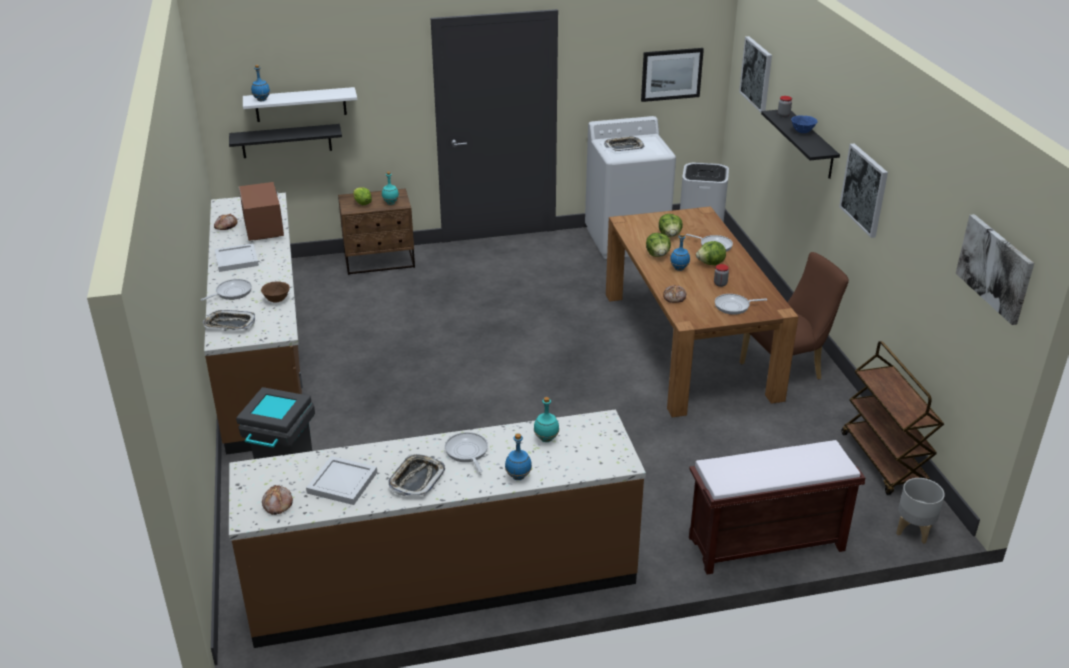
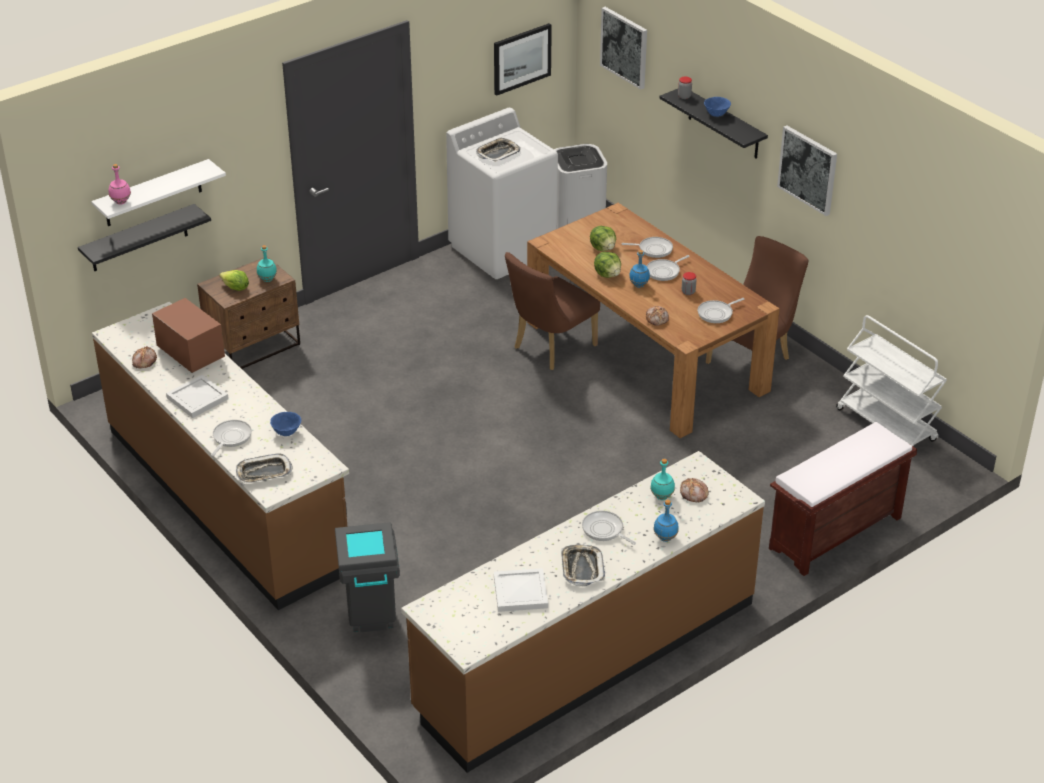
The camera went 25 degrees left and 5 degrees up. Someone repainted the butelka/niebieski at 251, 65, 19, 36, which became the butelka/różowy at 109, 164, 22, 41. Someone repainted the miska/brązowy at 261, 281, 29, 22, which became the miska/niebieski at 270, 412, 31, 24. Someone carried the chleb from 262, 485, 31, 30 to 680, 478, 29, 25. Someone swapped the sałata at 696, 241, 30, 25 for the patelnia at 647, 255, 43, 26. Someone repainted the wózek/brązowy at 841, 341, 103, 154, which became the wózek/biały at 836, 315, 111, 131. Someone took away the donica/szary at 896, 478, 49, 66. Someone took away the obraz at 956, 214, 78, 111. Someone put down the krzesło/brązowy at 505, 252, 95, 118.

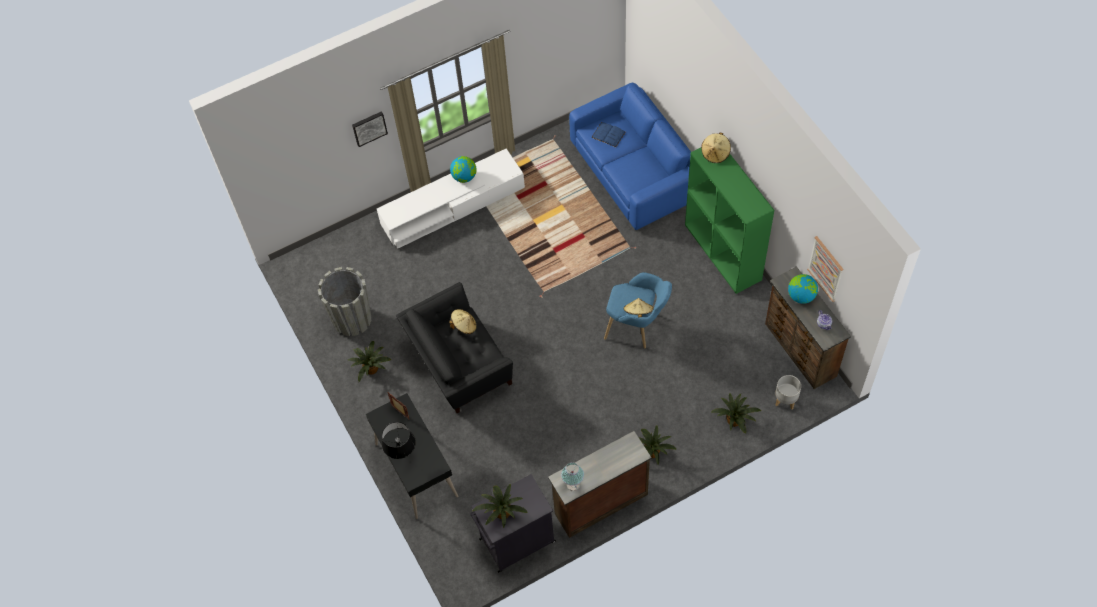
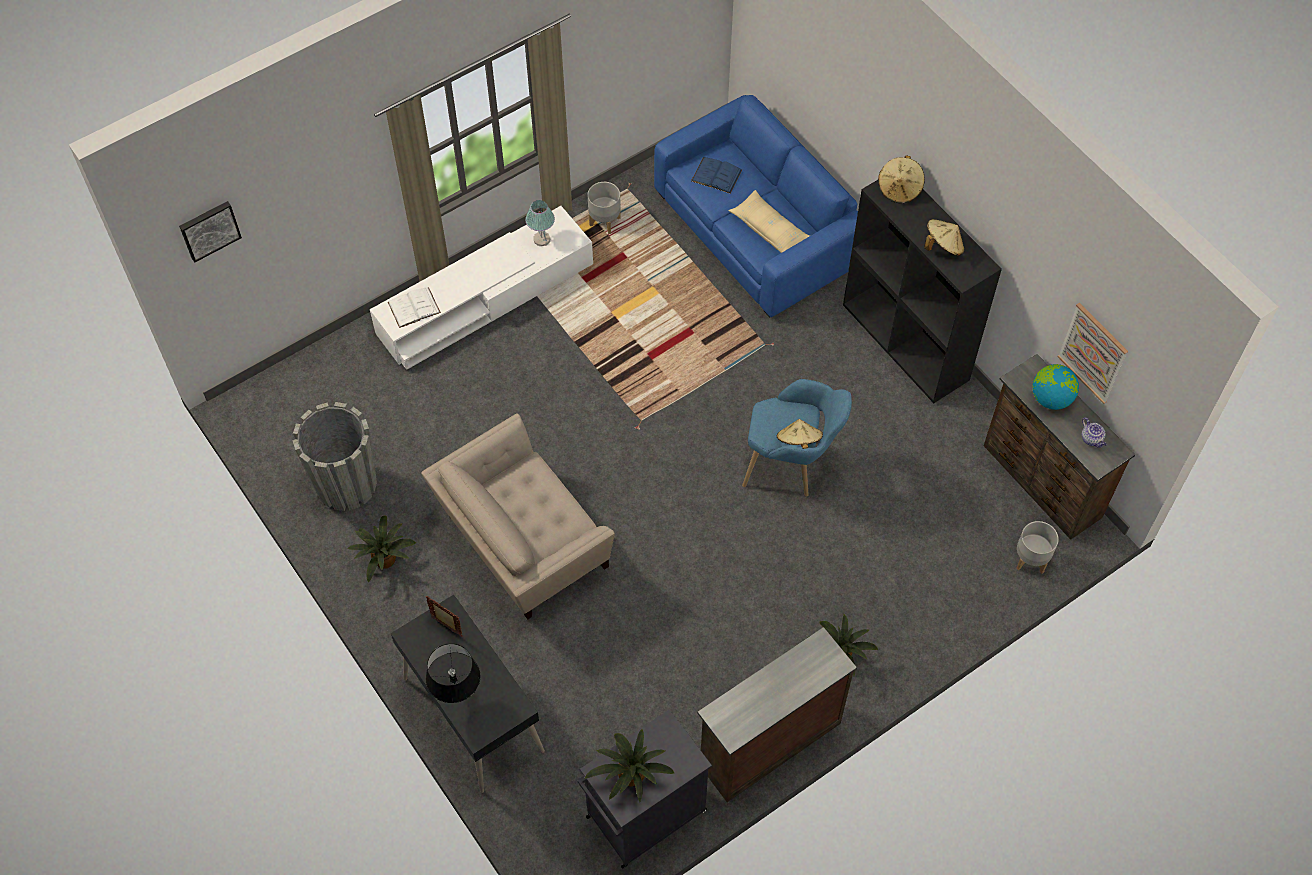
The camera went 10 degrees left and 0 degrees up. Someone carried the obraz from 352, 111, 36, 36 to 179, 201, 63, 62. Someone repainted the fotel/czarny at 396, 282, 117, 131, which became the fotel/beżowy at 421, 414, 194, 205. Someone carried the kapelusz/beżowy from 449, 309, 28, 25 to 924, 219, 40, 37. Someone took away the globus at 450, 156, 27, 27. Someone carried the lampa stołowa from 561, 462, 23, 29 to 525, 200, 30, 46. Someone repainted the regał/zielony at 685, 148, 89, 146, which became the regał/czarny at 843, 180, 159, 223. Someone took away the roślina doniczkowa at 711, 394, 50, 40. Someone put down the książka/biały at 388, 287, 53, 41. Someone put down the donica/szary at 588, 182, 33, 52. Someone put down the poduszka/beżowy at 728, 190, 82, 63.

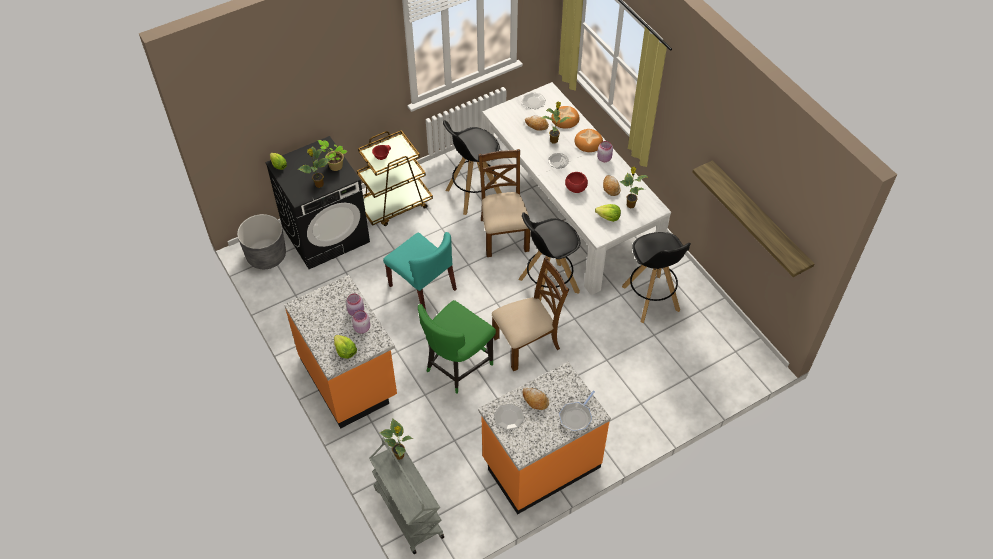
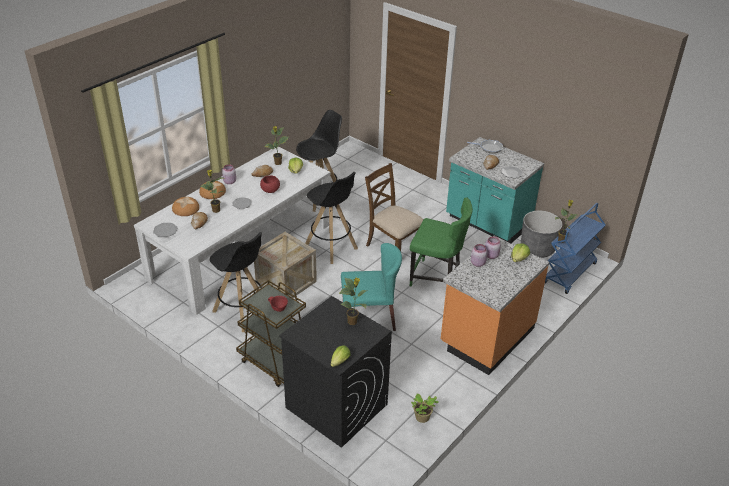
The camera went 110 degrees left and 15 degrees down. Someone carried the donica/szary from 237, 214, 49, 55 to 521, 210, 41, 48. Someone carried the roślina doniczkowa from 318, 140, 29, 31 to 411, 394, 28, 29. Someone repainted the wózek/szary at 369, 437, 75, 117, which became the wózek/niebieski at 545, 203, 60, 91. Someone rotated the krzesło/turkusowy at 383, 232, 74, 78 by 60 degrees clockwise. Someone swapped the krzesło/brązowy at 478, 149, 52, 108 for the skrzynka at 254, 232, 63, 66. Someone repainted the zabudowa kuchenna/pomarańczowy at 478, 362, 133, 153, which became the zabudowa kuchenna/turkusowy at 446, 137, 98, 106. Someone took away the półka at 692, 160, 122, 117.

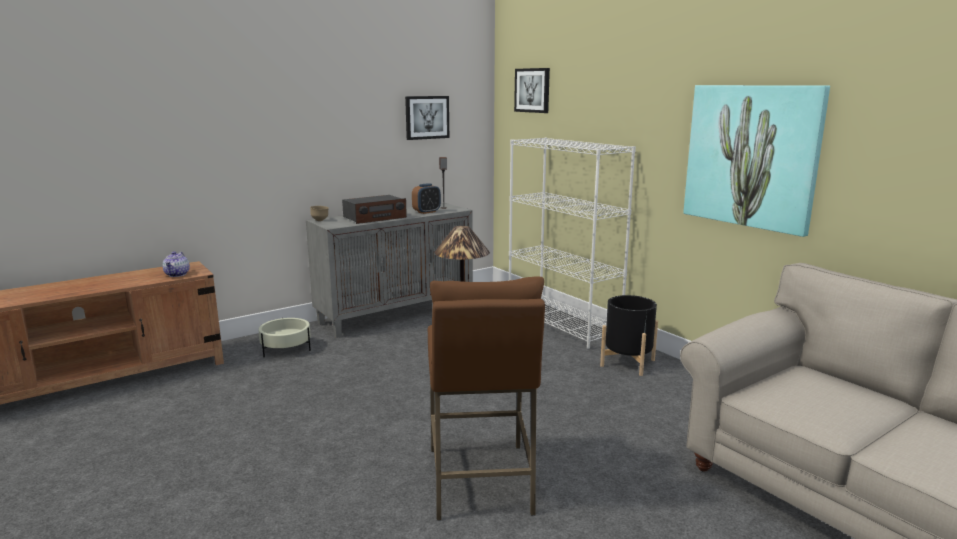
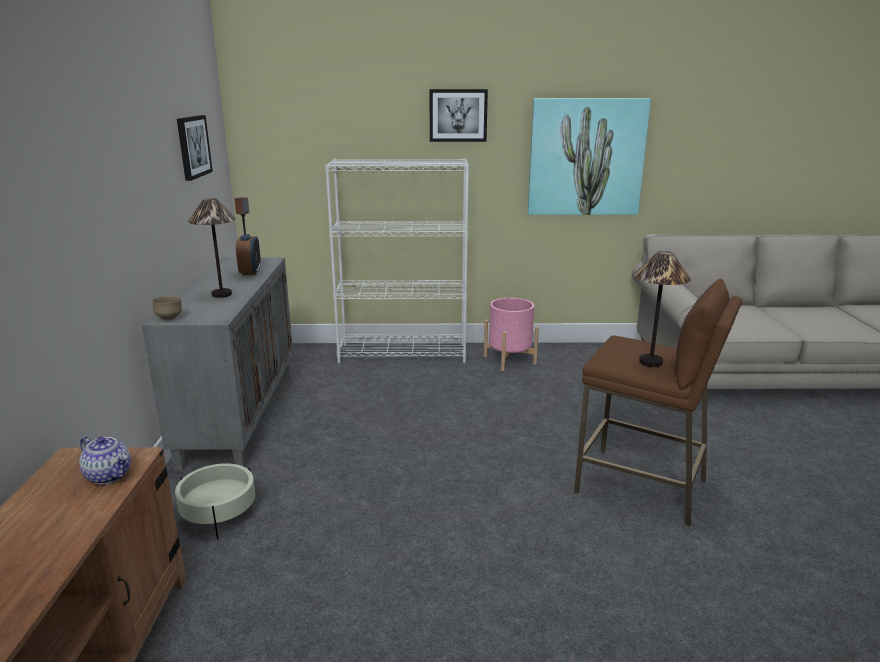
The camera went 55 degrees left and 5 degrees up. Someone swapped the radio at 342, 195, 65, 29 for the lampa stołowa at 188, 198, 48, 100. Someone carried the obraz from 514, 68, 36, 45 to 429, 89, 59, 53. Someone repainted the donica/czarny at 600, 295, 58, 81, which became the donica/różowy at 484, 298, 55, 73.

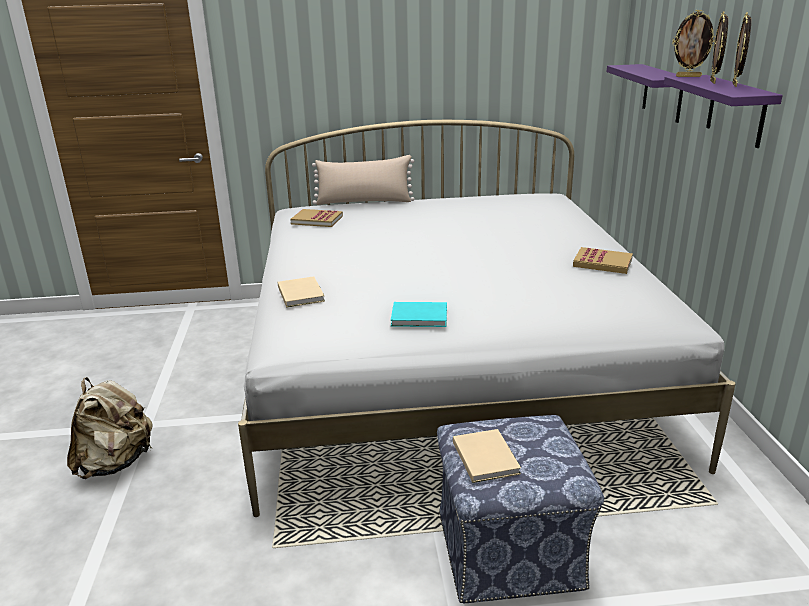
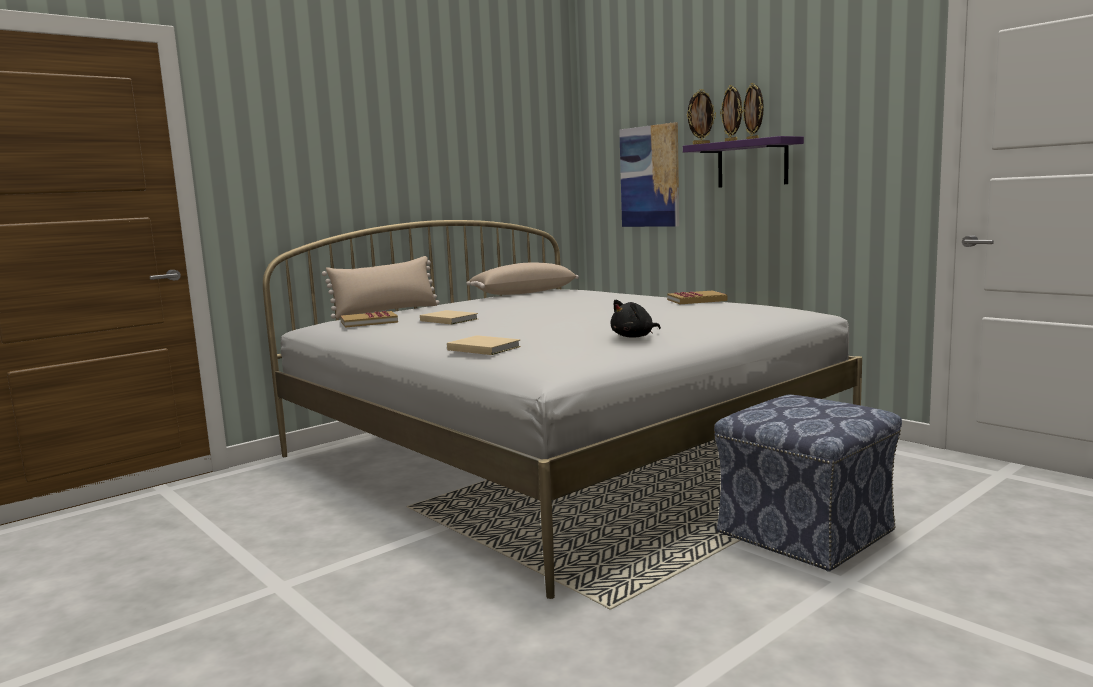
The camera went 35 degrees left and 15 degrees down. Someone took away the plecak/beżowy at 67, 377, 85, 102. Someone swapped the książka/turkusowy at 391, 302, 56, 25 for the pluszak/czarny at 610, 300, 51, 38. Someone carried the książka/beżowy from 453, 429, 68, 54 to 420, 310, 58, 15. Someone swapped the półka/fioletowy at 607, 64, 76, 59 for the obraz at 619, 122, 60, 105. Someone put down the poduszka/beżowy at 466, 263, 113, 32.

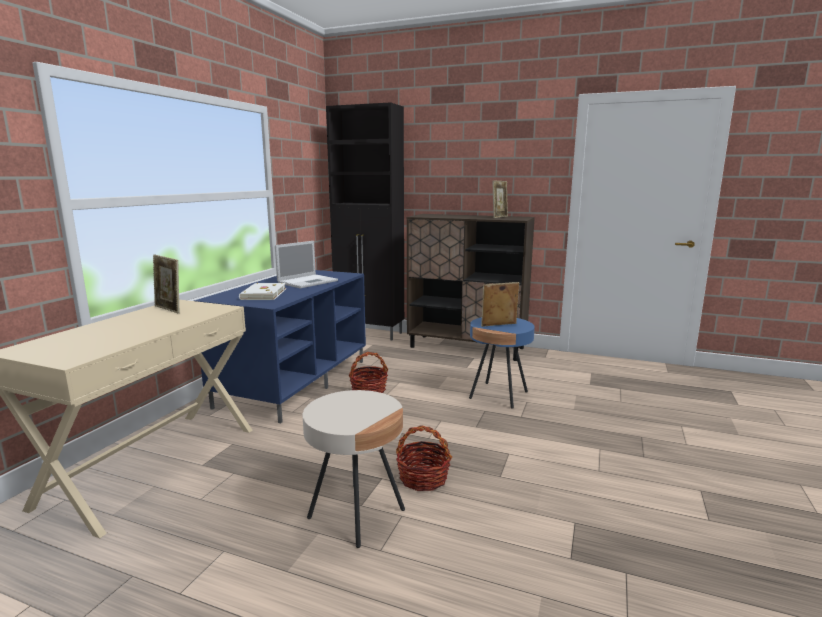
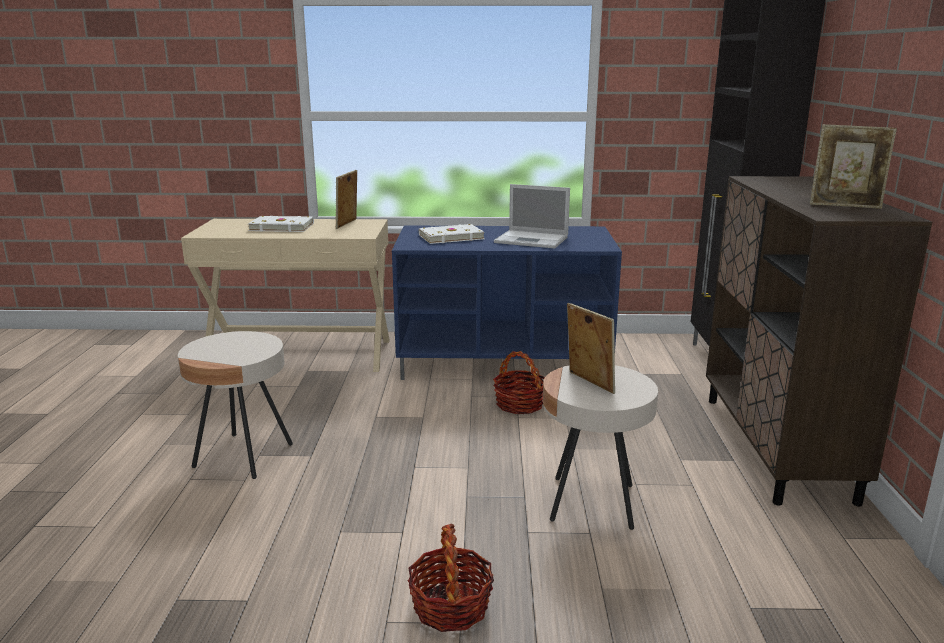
The camera went 70 degrees right and 5 degrees up. Someone carried the koszyk from 396, 425, 56, 66 to 408, 524, 86, 108. Someone repainted the stolik/niebieski at 469, 317, 66, 92, which became the stolik/beżowy at 543, 365, 115, 165. Someone put down the książka/biały at 248, 216, 66, 16.

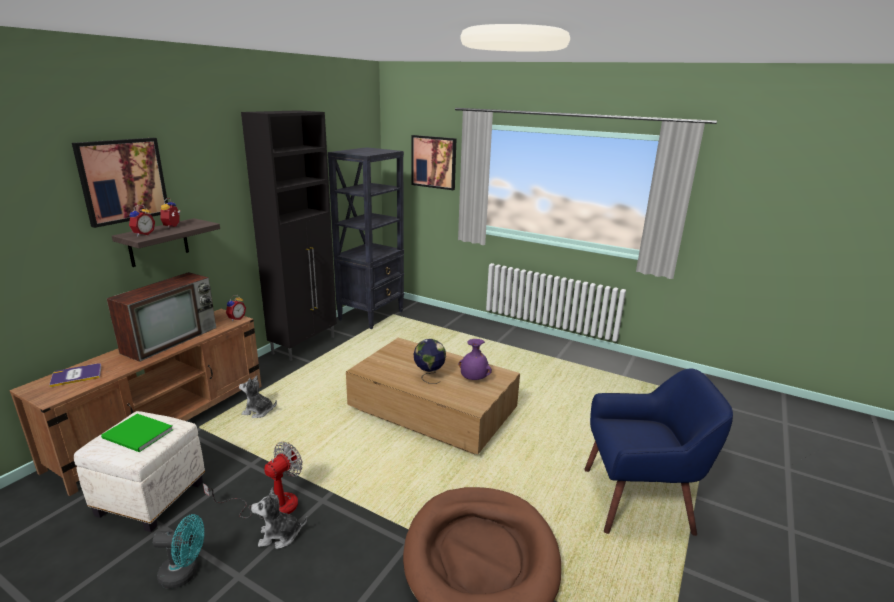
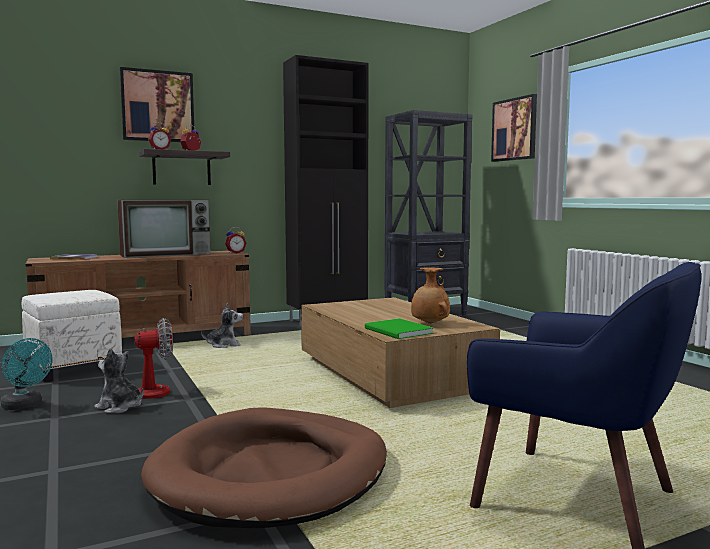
The camera went 35 degrees right and 15 degrees down. Someone carried the książka/zielony from 101, 414, 72, 38 to 365, 318, 69, 21. Someone rotated the pluszak at 239, 376, 38, 42 by 120 degrees clockwise. Someone took away the globus at 414, 339, 32, 45. Someone repainted the wazon/fioletowy at 459, 339, 33, 41, which became the wazon/brązowy at 411, 267, 39, 57.

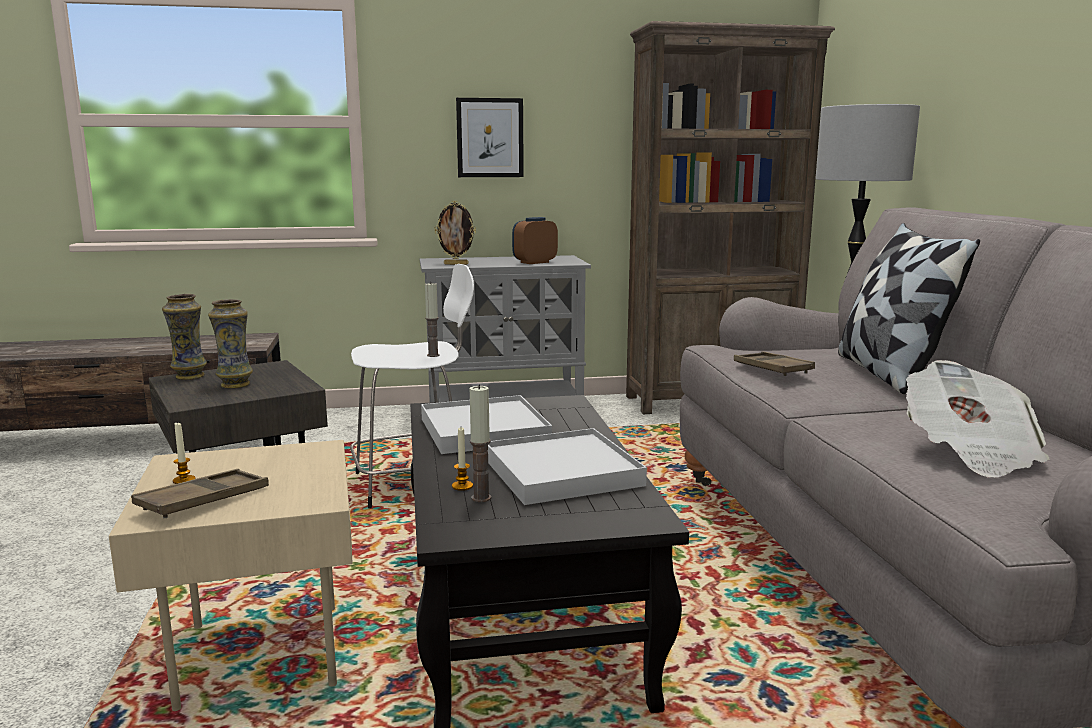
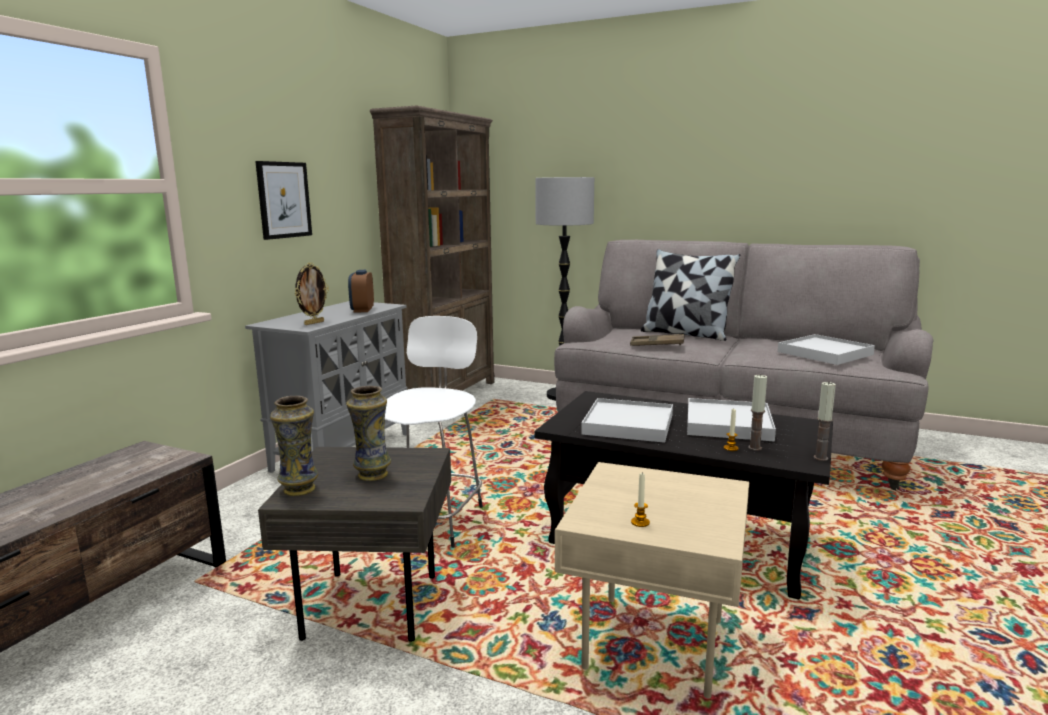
The camera went 55 degrees left and 0 degrees up. Someone took away the taca/brązowy at 131, 469, 138, 49. Someone carried the świeca from 425, 282, 15, 75 to 814, 381, 22, 80. Someone swapped the gazeta at 906, 360, 143, 118 for the taca/biały at 778, 334, 97, 31.

